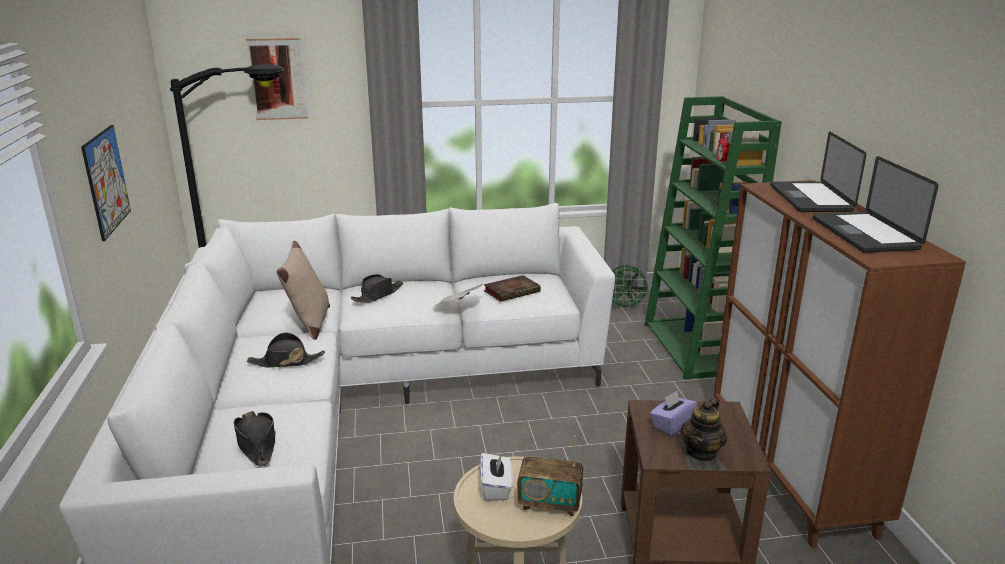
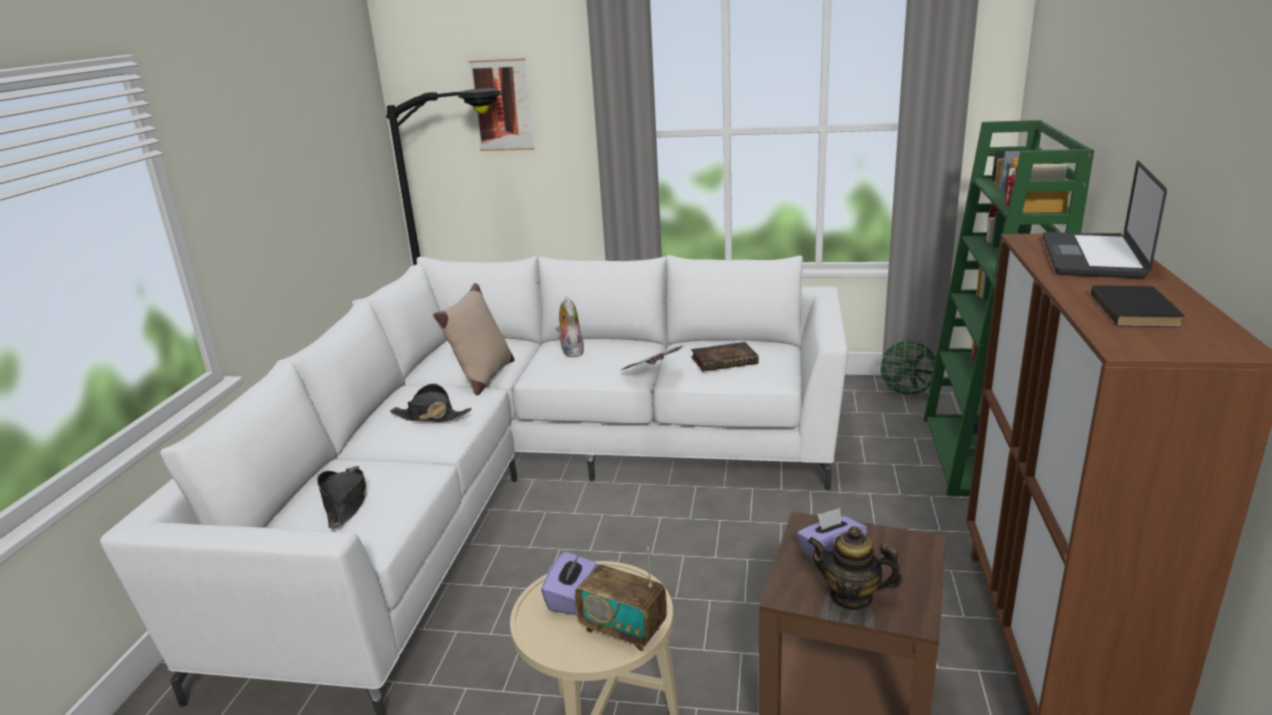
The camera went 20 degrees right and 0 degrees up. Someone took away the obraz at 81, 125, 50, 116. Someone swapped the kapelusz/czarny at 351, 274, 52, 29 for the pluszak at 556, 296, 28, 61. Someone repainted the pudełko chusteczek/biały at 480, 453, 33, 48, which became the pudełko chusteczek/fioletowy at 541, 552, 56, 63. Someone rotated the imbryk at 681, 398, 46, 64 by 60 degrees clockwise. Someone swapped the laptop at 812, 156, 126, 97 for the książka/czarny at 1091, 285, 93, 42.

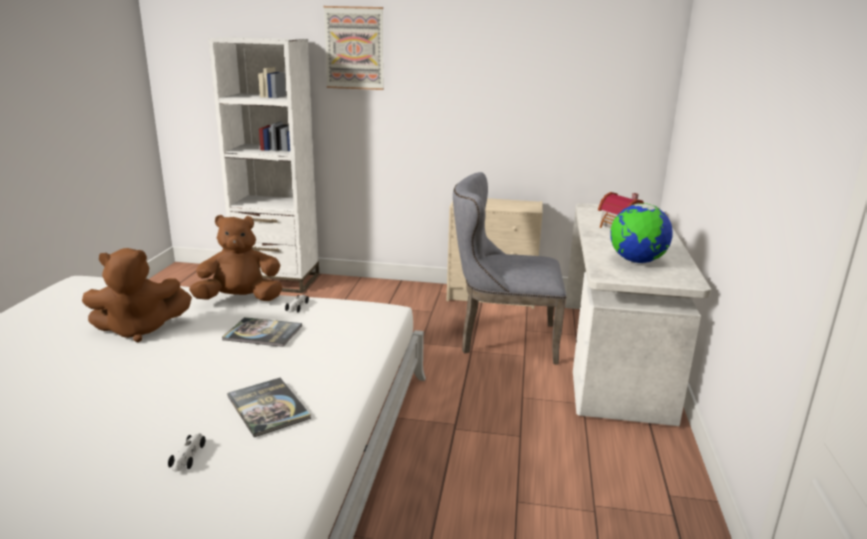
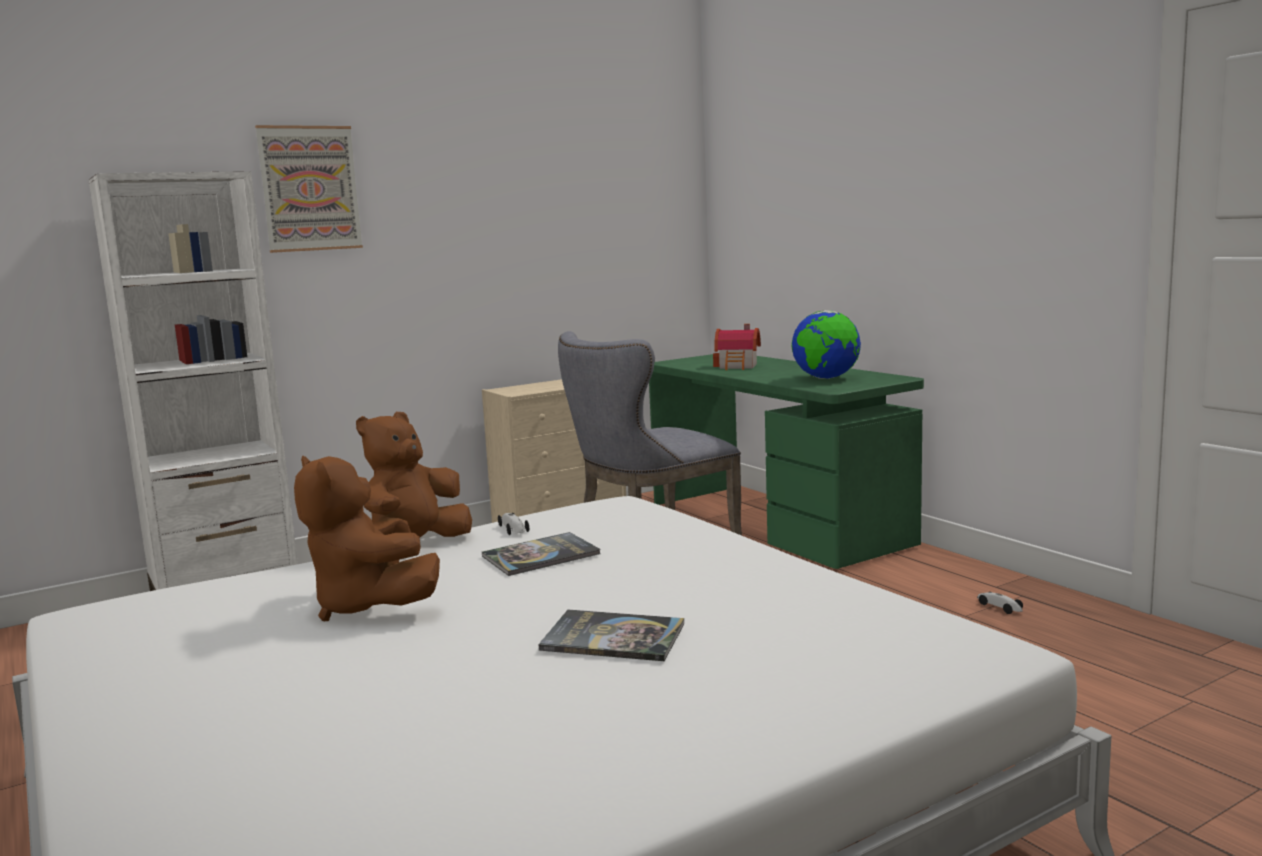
The camera went 40 degrees left and 10 degrees down. Someone rotated the pluszak/brązowy at 82, 248, 110, 94 by 105 degrees clockwise. Someone carried the samochodzik from 168, 433, 37, 38 to 977, 592, 46, 22. Someone carried the książka from 227, 378, 84, 59 to 539, 610, 145, 51. Someone repainted the biurko/biały at 565, 203, 146, 223, which became the biurko/zielony at 649, 354, 275, 215.

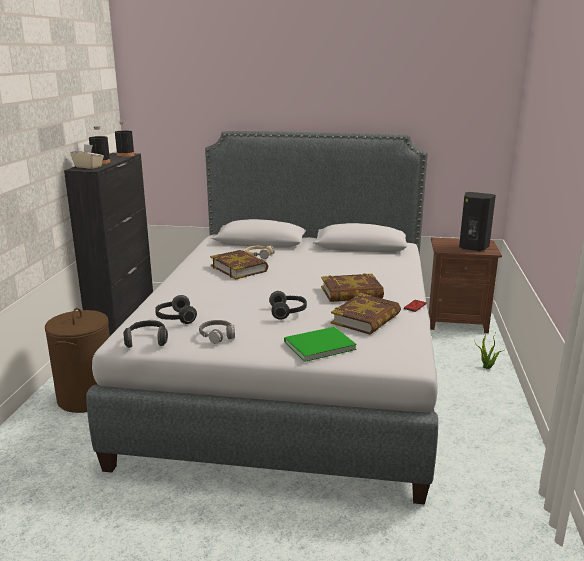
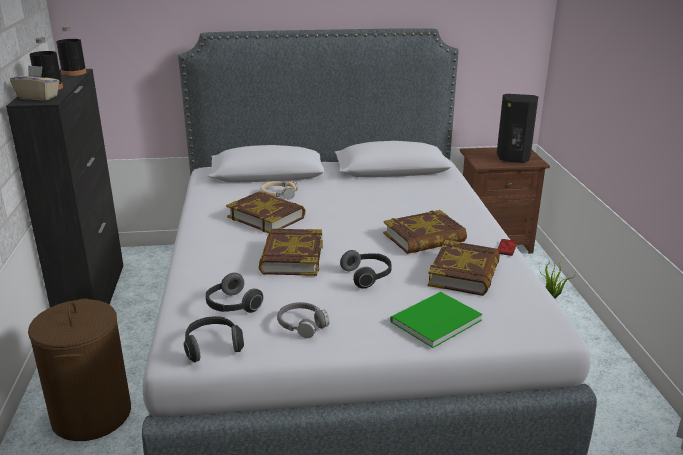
The camera went 15 degrees left and 5 degrees up. Someone put down the książka at 259, 229, 64, 47.

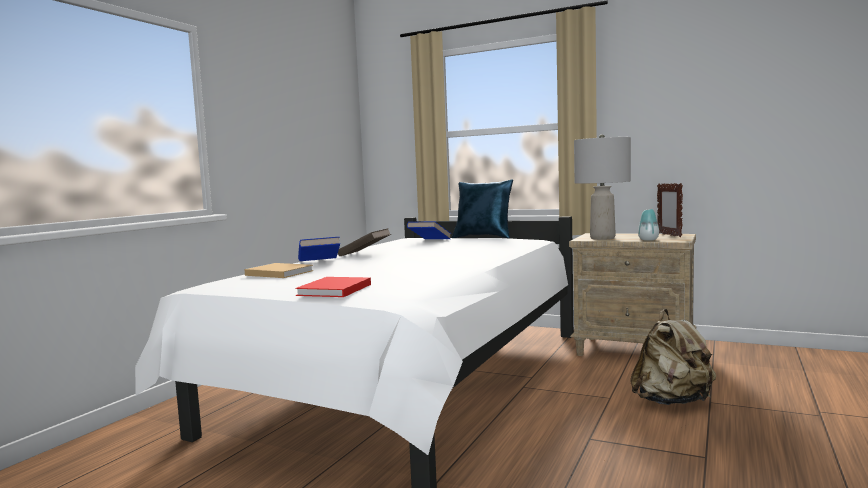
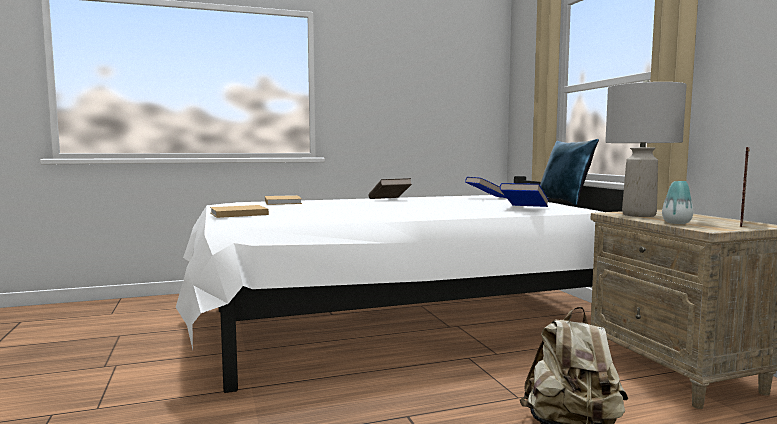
The camera went 45 degrees right and 0 degrees up. Someone repainted the książka/czerwony at 295, 277, 76, 20, which became the książka/beżowy at 210, 205, 59, 13. Someone carried the książka/niebieski from 298, 237, 42, 24 to 500, 183, 49, 24.

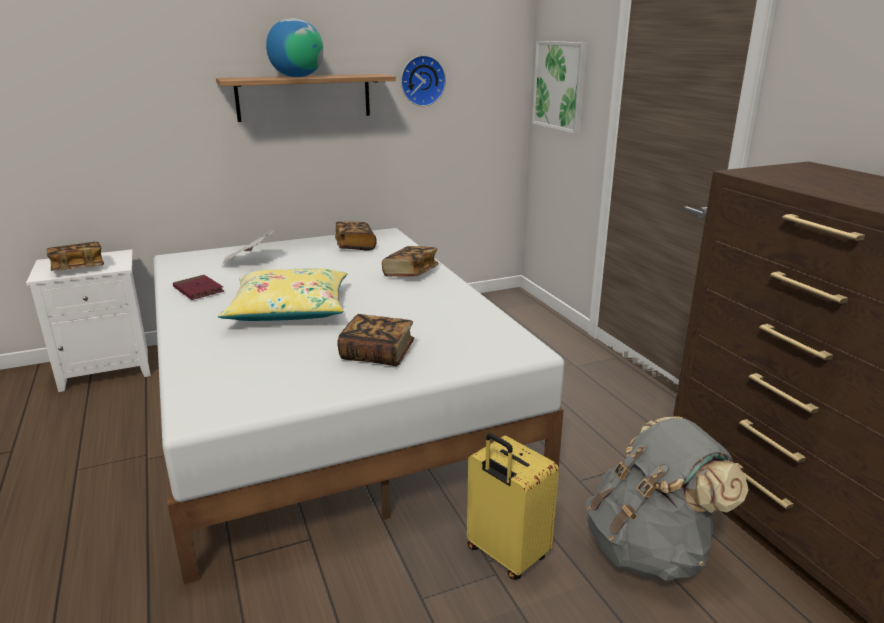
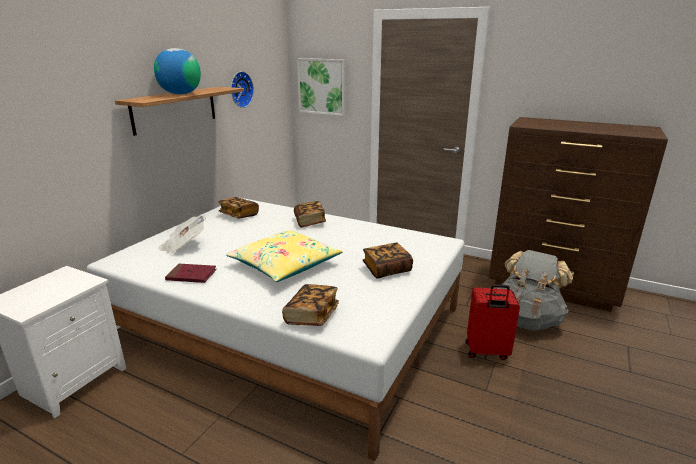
The camera went 40 degrees left and 0 degrees up. Someone carried the książka from 46, 242, 58, 29 to 282, 284, 57, 42. Someone repainted the walizka/żółty at 467, 433, 92, 147, which became the walizka/czerwony at 466, 284, 54, 76.

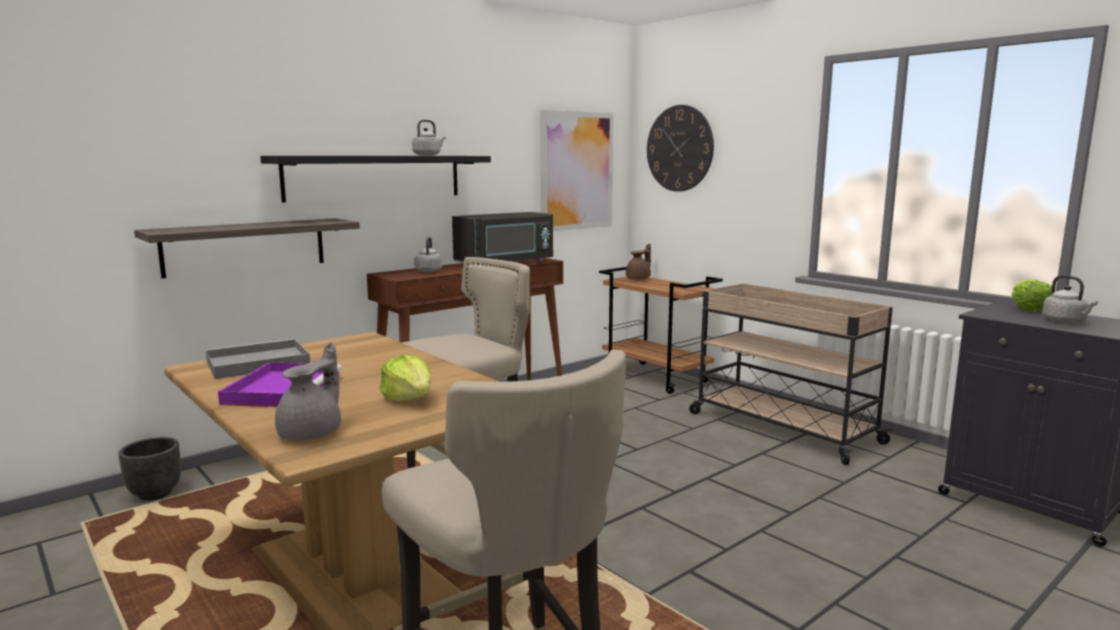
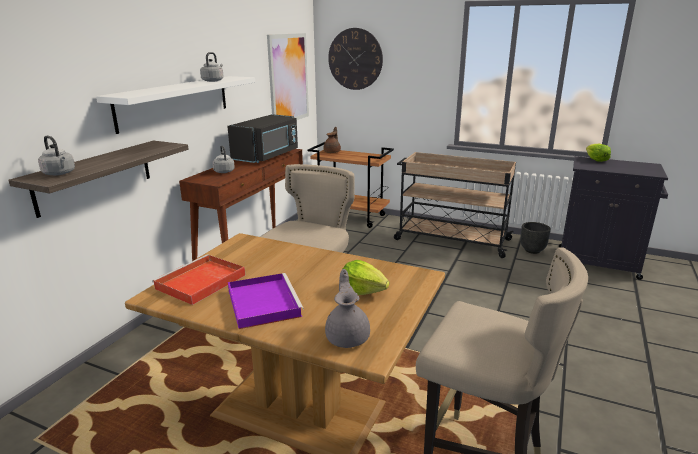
The camera went 25 degrees left and 10 degrees up. Someone carried the donica/czarny from 118, 437, 63, 64 to 521, 222, 30, 32. Someone repainted the taca/szary at 205, 339, 105, 40, which became the taca/czerwony at 152, 254, 93, 51. Someone repainted the półka/czarny at 260, 156, 231, 46, which became the półka/biały at 96, 76, 159, 58. Someone carried the czajnik/szary from 1042, 275, 56, 48 to 38, 136, 37, 39.

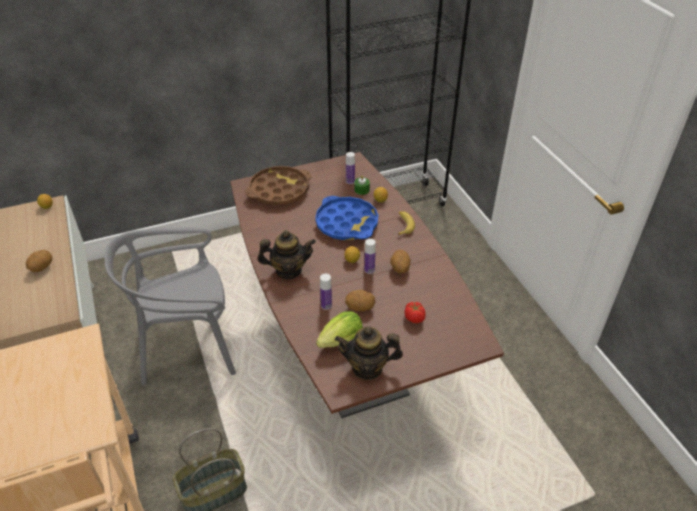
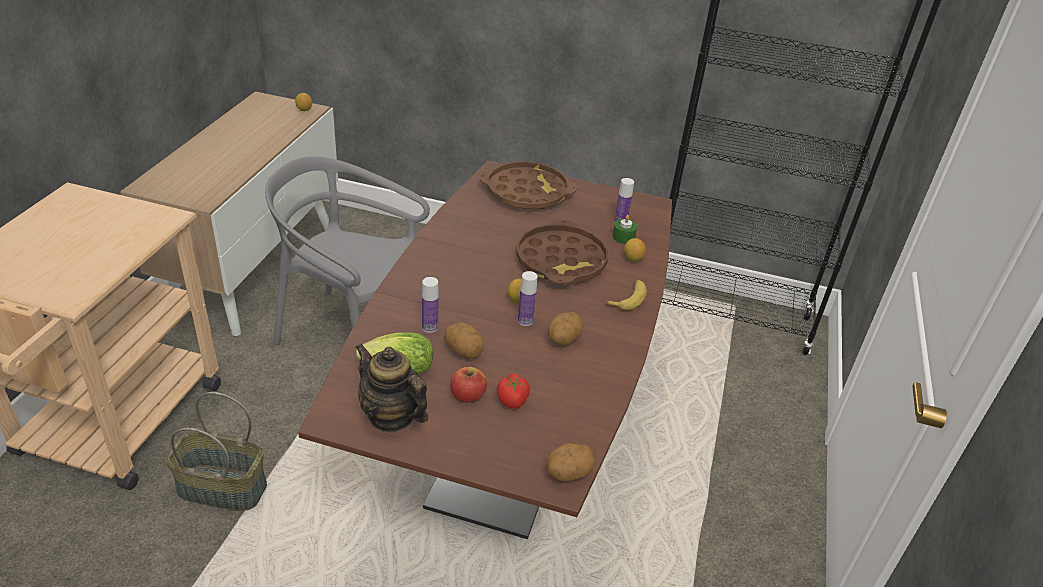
The camera went 35 degrees right and 5 degrees down. Someone carried the ziemniak from 26, 250, 26, 22 to 546, 443, 49, 38. Someone took away the imbryk at 257, 230, 59, 49. Someone repainted the taca/niebieski at 315, 196, 63, 44, which became the taca/brązowy at 516, 220, 92, 65. Someone put down the jabłko at 450, 367, 37, 36.

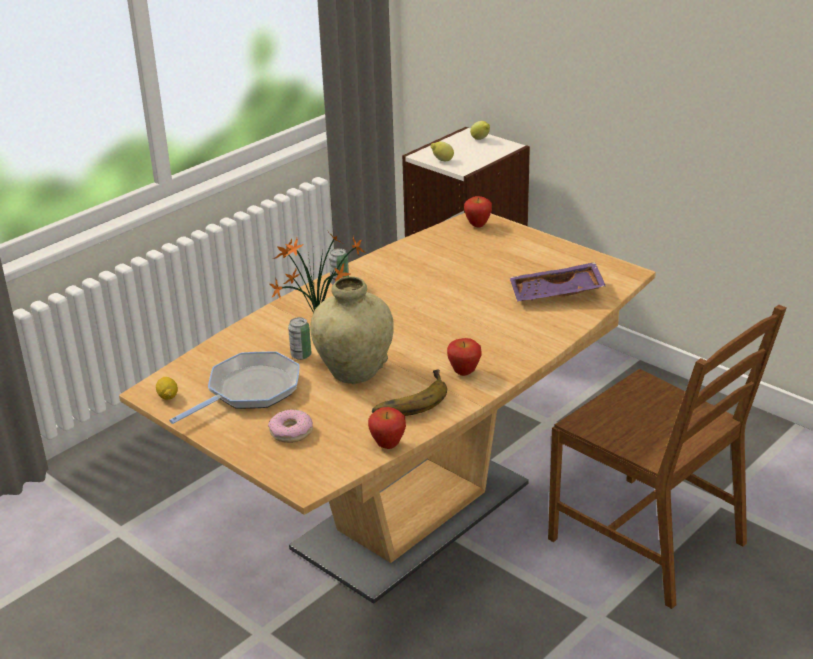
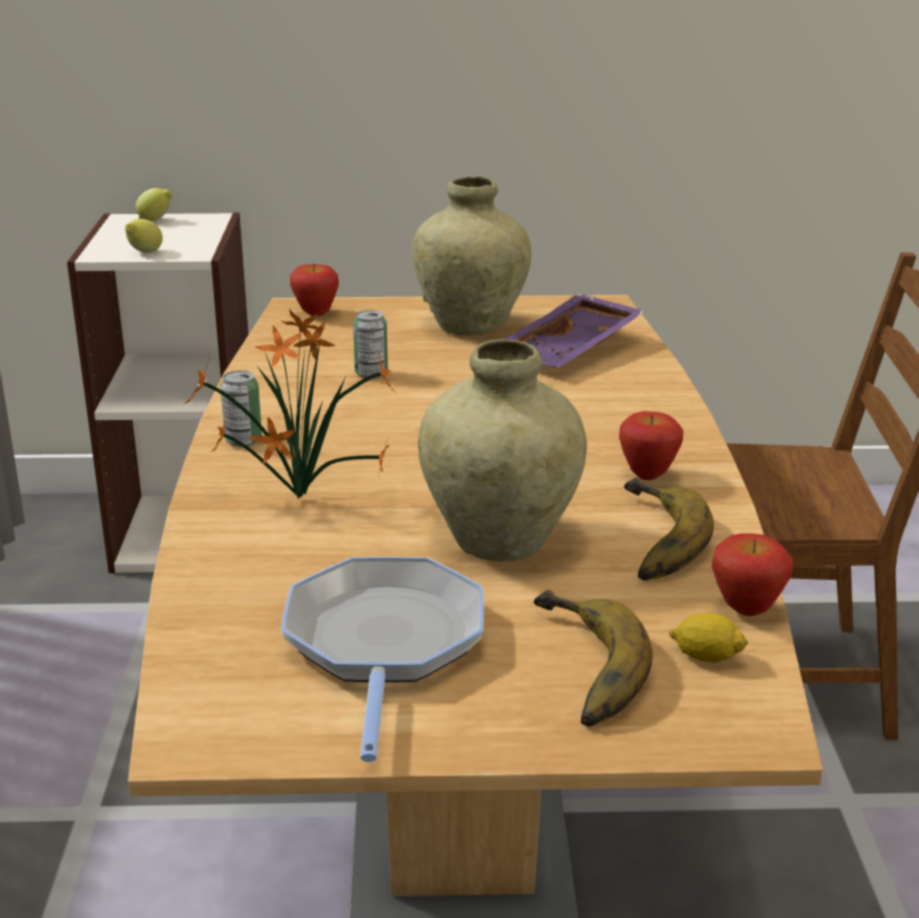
The camera went 45 degrees left and 5 degrees down. Someone carried the cytryna from 156, 377, 22, 23 to 669, 613, 79, 50. Someone swapped the donut at 268, 409, 45, 34 for the banan at 534, 590, 119, 137. Someone carried the puszka from 288, 317, 23, 43 to 353, 310, 35, 68. Someone put down the wazon/beżowy at 412, 176, 119, 160.

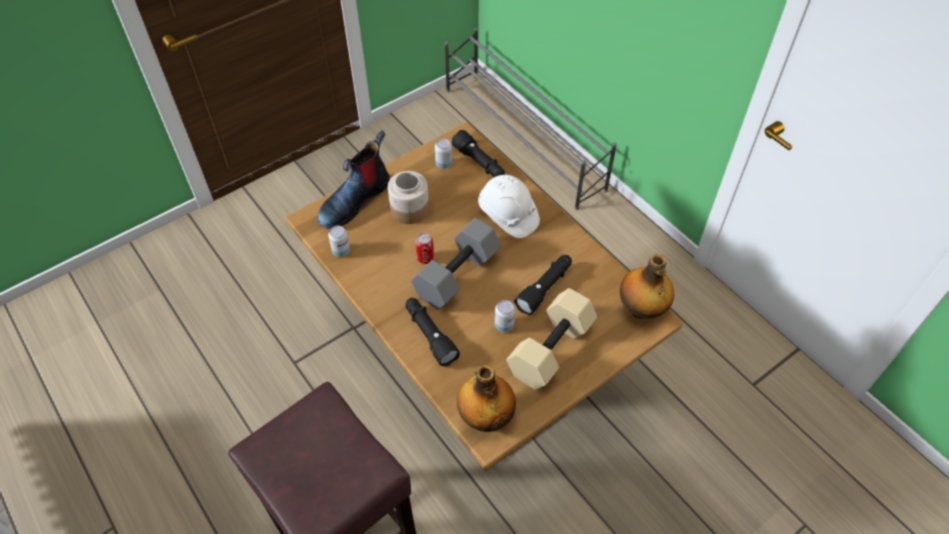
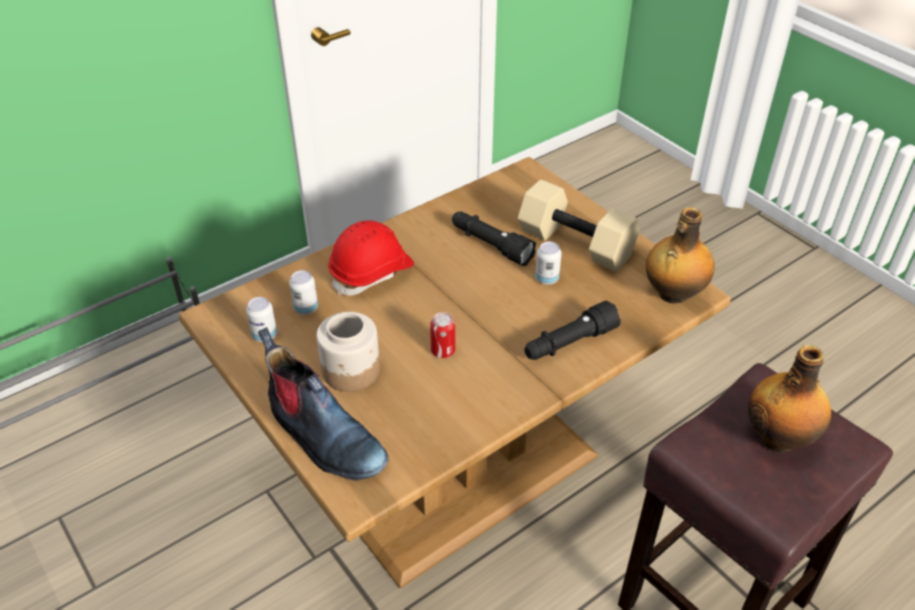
The camera went 90 degrees left and 10 degrees down. Someone carried the puszka from 328, 226, 22, 31 to 289, 270, 29, 45. Someone took away the hantel/szary at 411, 218, 90, 92. Someone took away the latarka/czarny at 452, 130, 53, 47. Someone repainted the kask/biały at 478, 175, 62, 63, which became the kask/czerwony at 328, 220, 86, 76. Someone carried the butelka from 620, 254, 54, 65 to 748, 345, 83, 108.

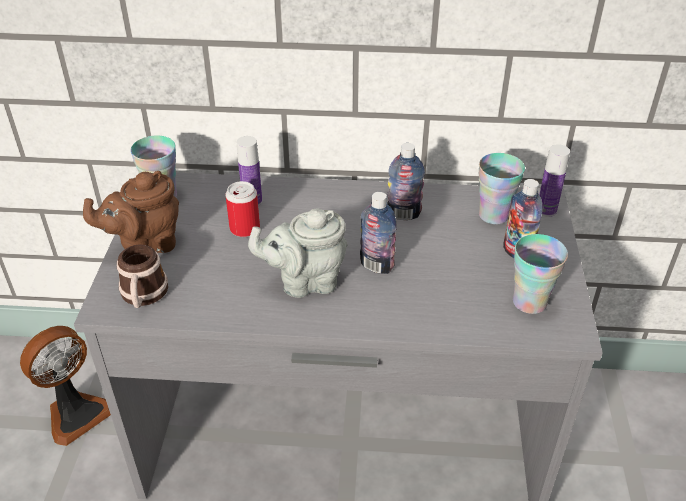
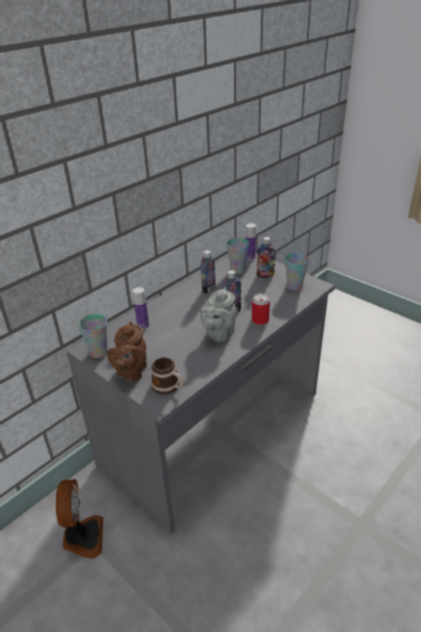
The camera went 50 degrees left and 5 degrees down. Someone carried the puszka from 225, 181, 35, 56 to 252, 293, 18, 32.

